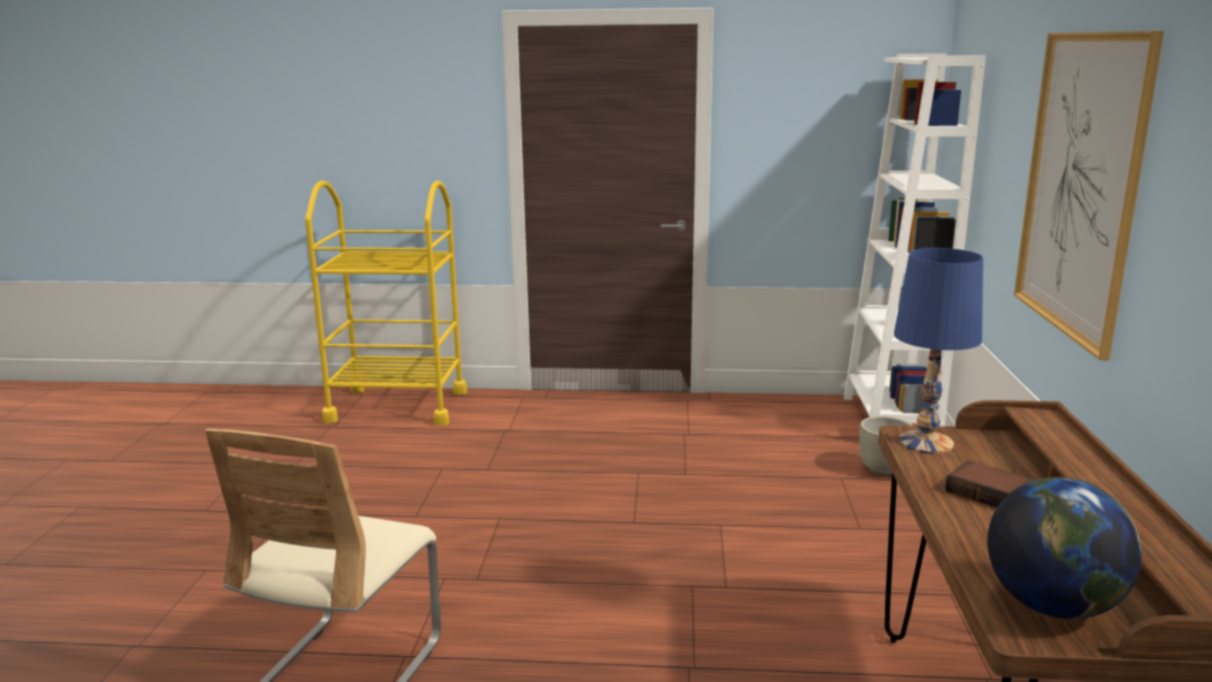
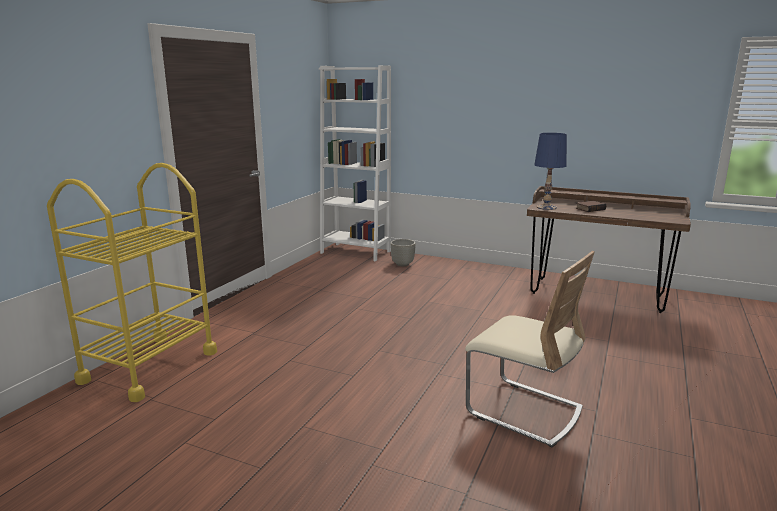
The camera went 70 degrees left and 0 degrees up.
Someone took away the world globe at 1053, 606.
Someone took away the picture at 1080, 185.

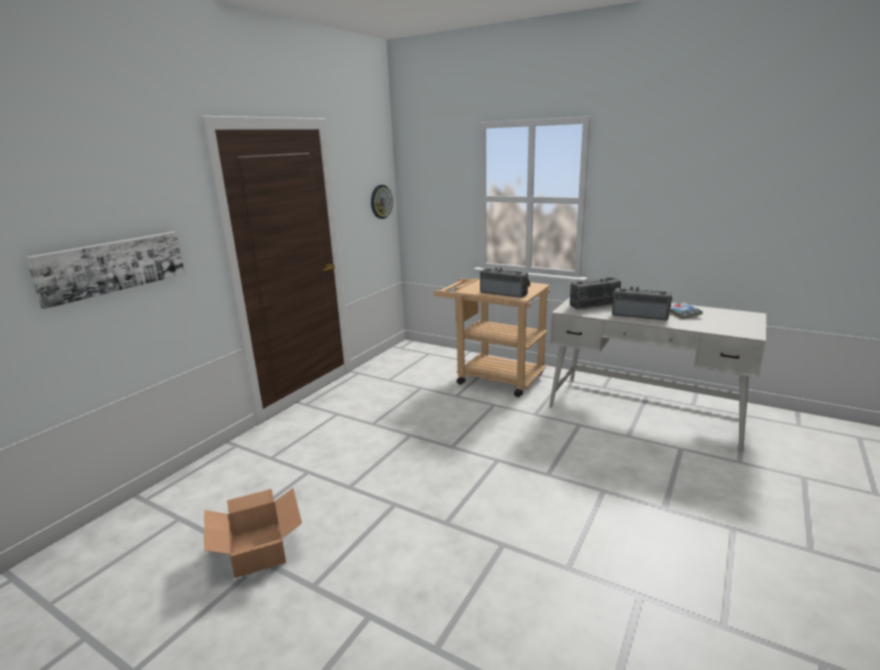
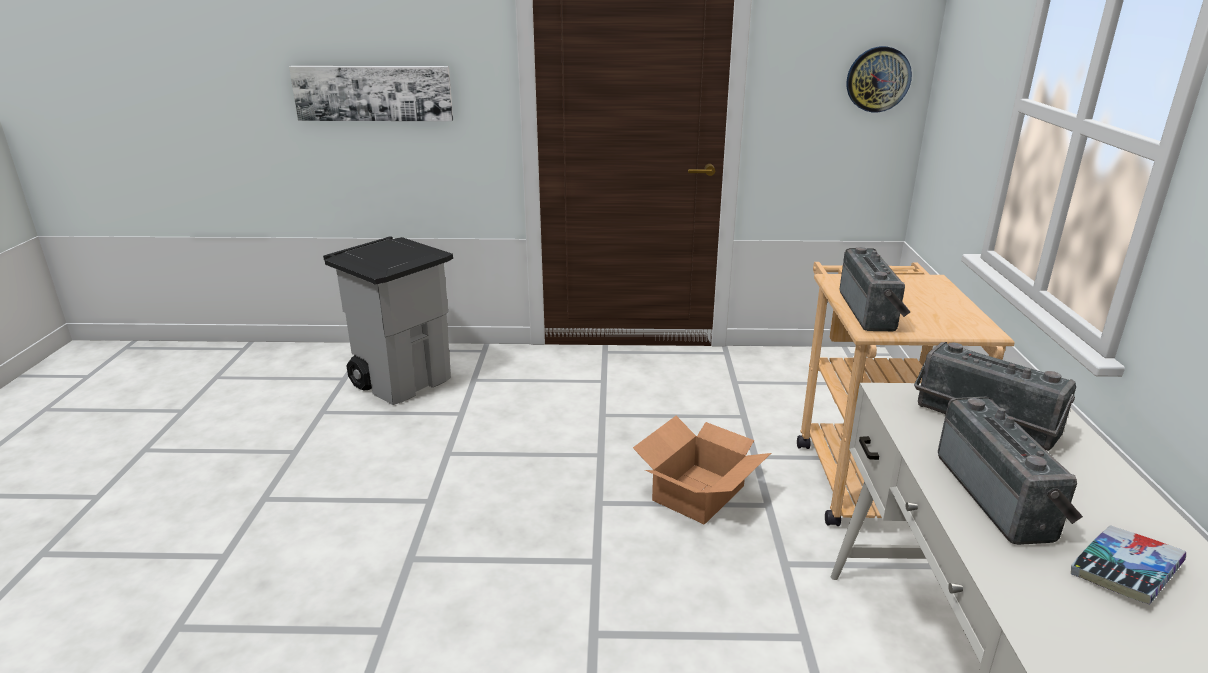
The camera went 60 degrees right and 5 degrees up.
Someone carried the packing box from 257, 550 to 697, 493.
Someone put down the waste bin (greyish) at 403, 381.

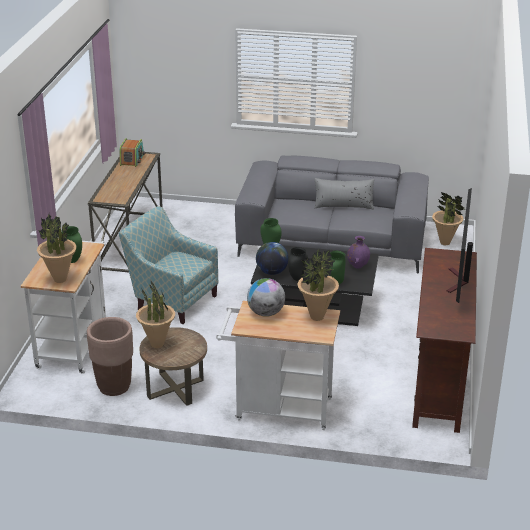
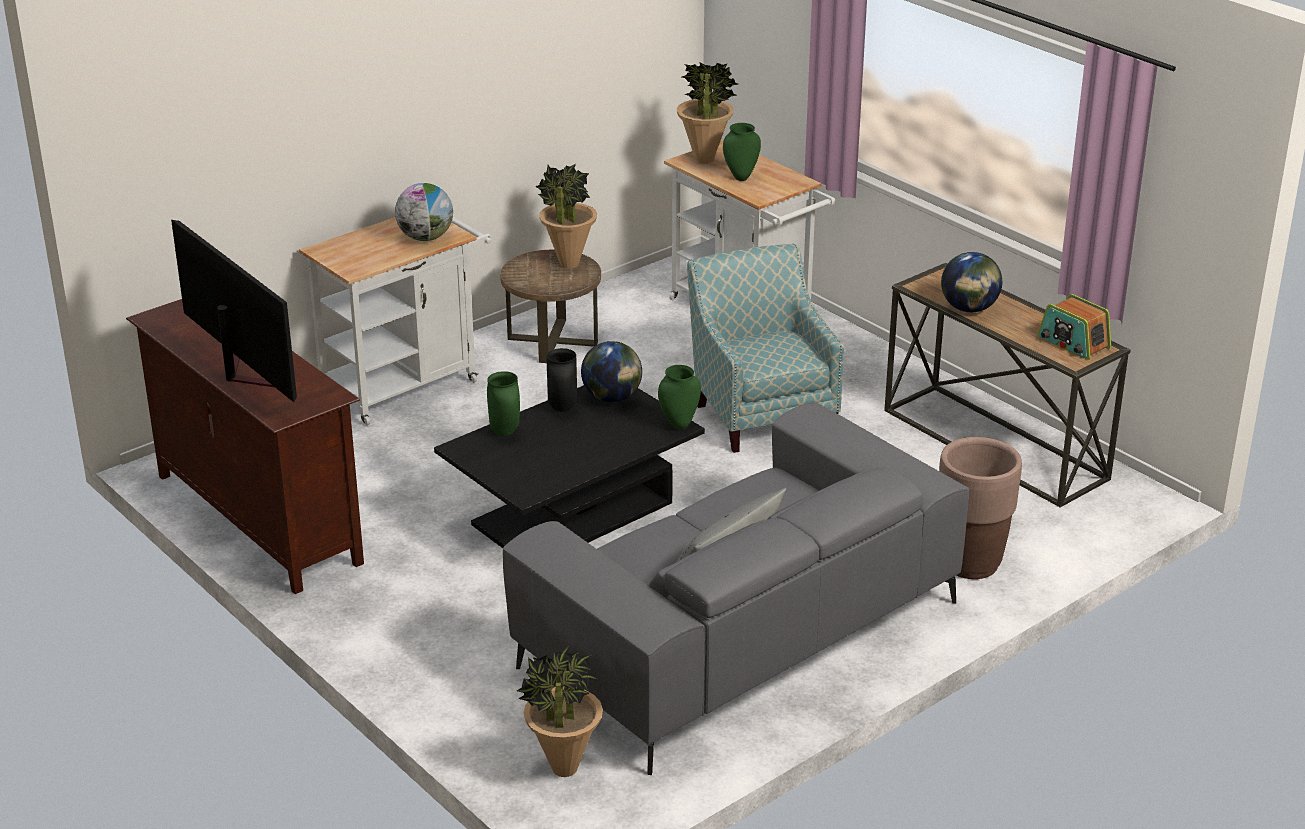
The camera went 130 degrees right and 0 degrees up.
Someone carried the flower pot (brown) from 114, 387 to 970, 564.
Someone rotated the lounge chair at 171, 299 by 90 degrees counterclockwise.
Someone took away the plant in a pot at 317, 317.
Someone took away the decorative vase (purple) at 357, 266.
Someone put down the world globe at 969, 309.

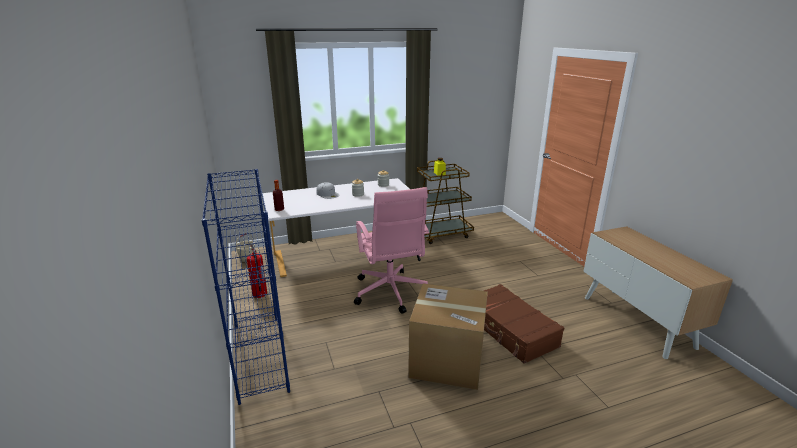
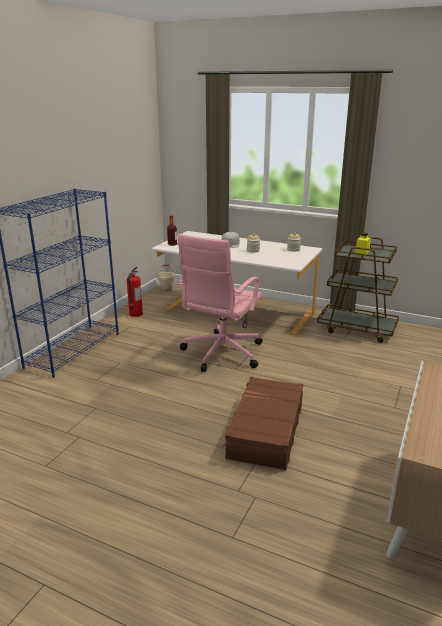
The camera went 45 degrees right and 0 degrees up.
Someone took away the packing box at 447, 360.

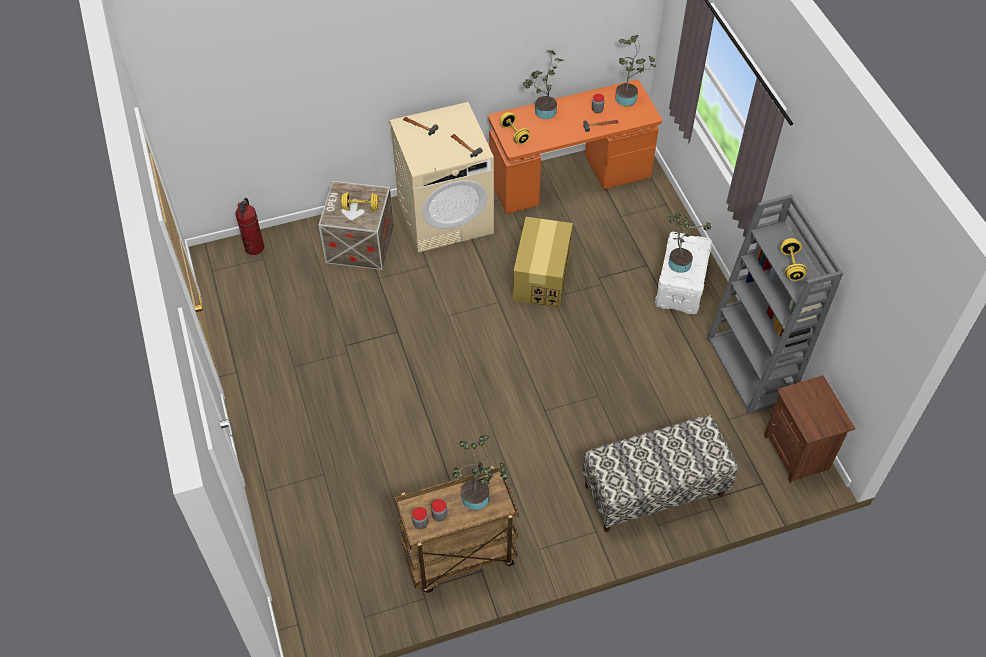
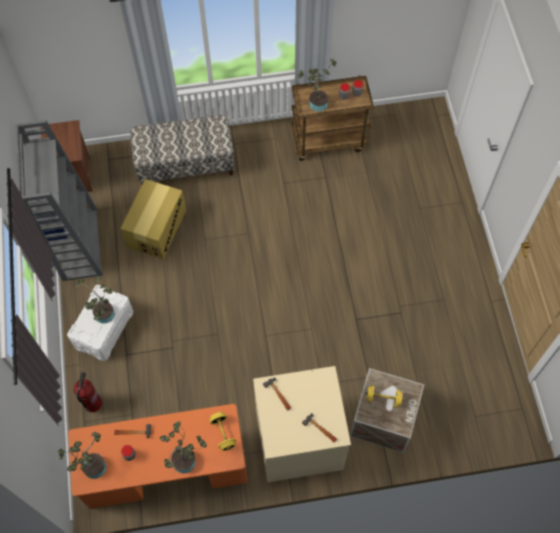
The camera went 170 degrees left and 10 degrees up.
Someone carried the extinguisher from 254, 248 to 93, 403.
Someone carried the packing box from 541, 277 to 157, 228.
Someone took away the dumbbell (yellowish) at 791, 266.

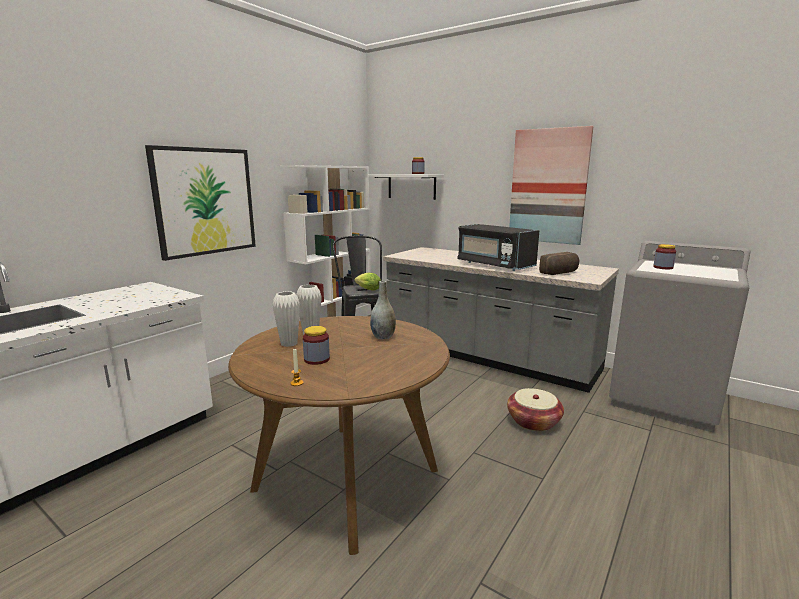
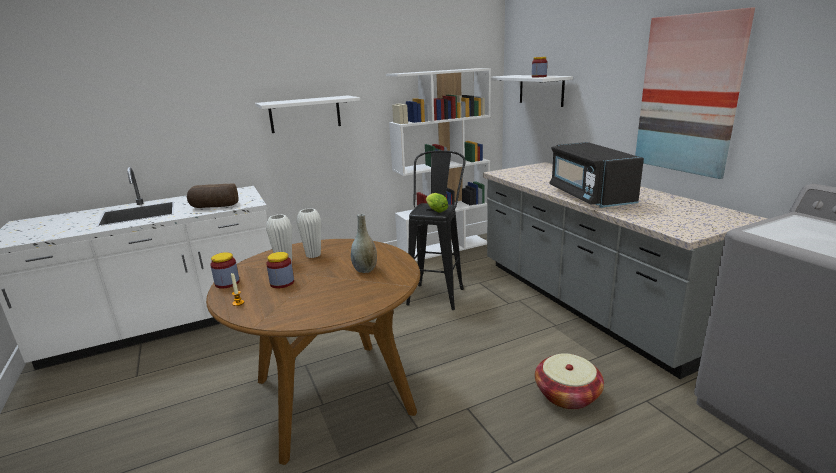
The camera went 30 degrees right and 5 degrees up.
Someone swapped the picture at 205, 201 for the wall shelf (white) at 305, 114.
Someone carried the bakery bread from 560, 273 to 214, 206.
Someone carried the storage jar from 663, 267 to 227, 283.

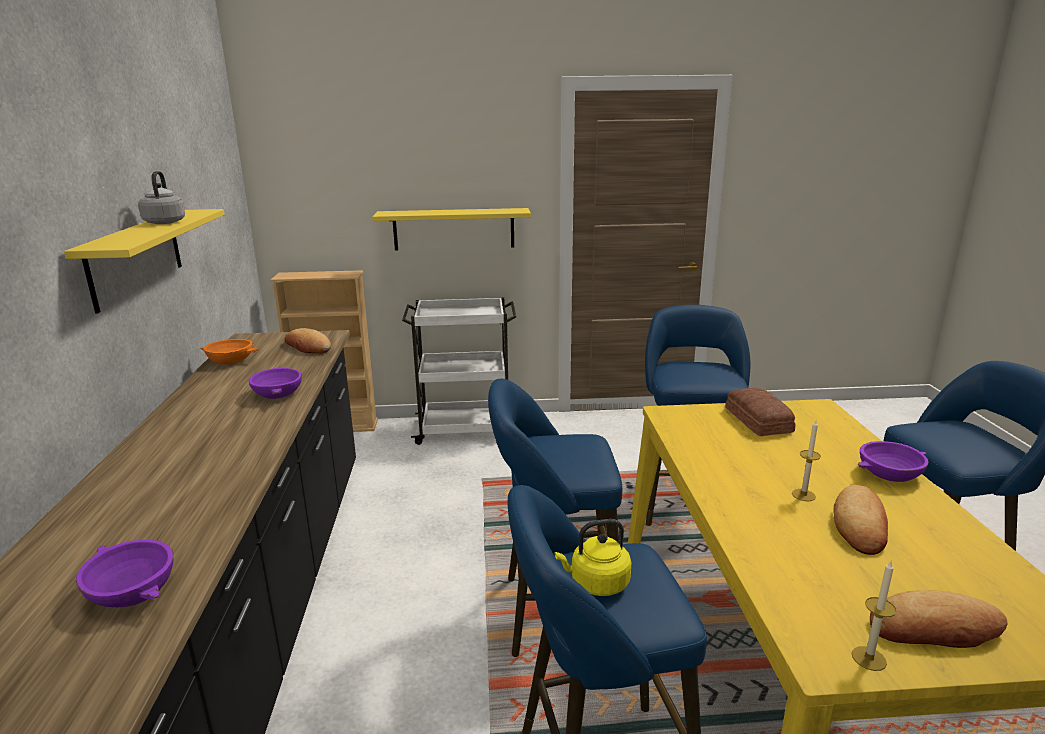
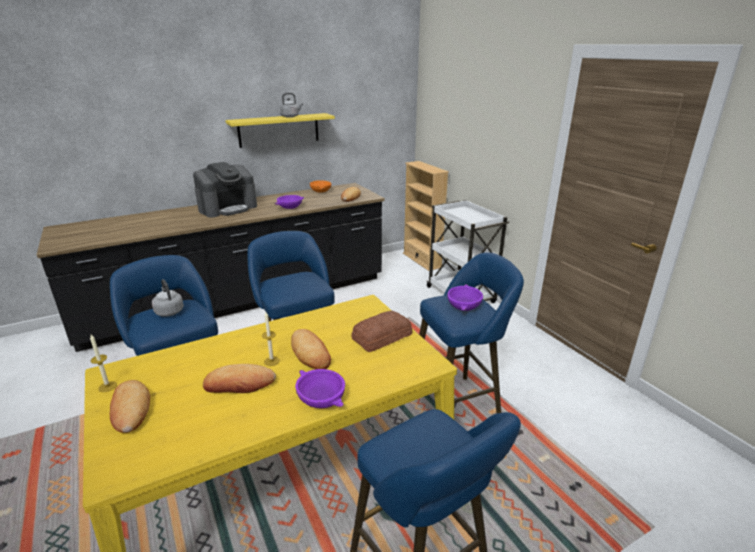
The camera went 65 degrees right and 5 degrees up.
Someone carried the deep dish (purple) from 134, 590 to 464, 306.
Someone took away the wall shelf (yellowish) at 454, 229.
Someone repainted the tea kettle (yellowish) at 596, 583, which became the tea kettle (greyish) at 169, 311.
Someone put down the coffee maker at 228, 208.
Someone put down the bakery bread at 310, 353.

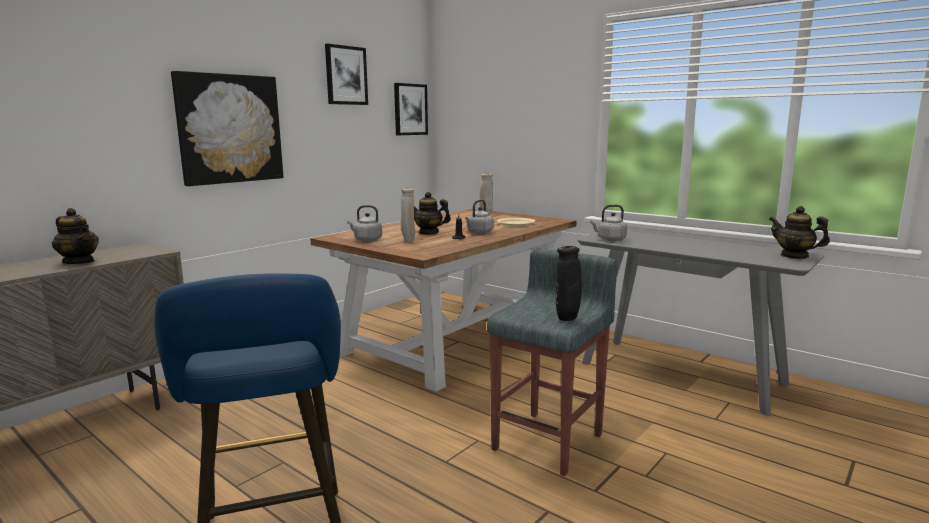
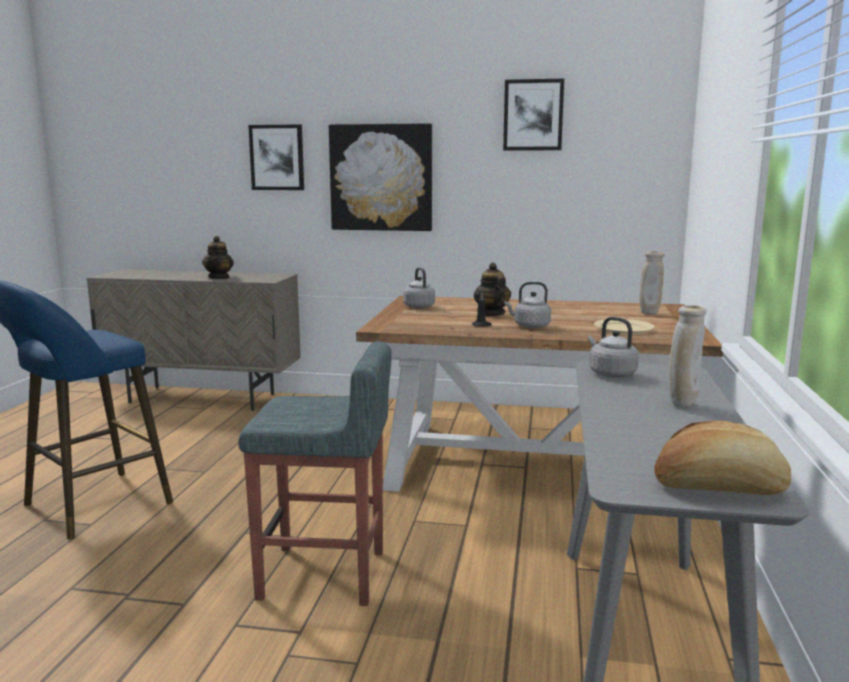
The camera went 60 degrees right and 0 degrees up.
Someone carried the picture from 410, 109 to 277, 157.
Someone carried the decorative vase (beige-coloured) from 408, 241 to 682, 405.
Someone took away the decorative vase (black-coloured) at 567, 320.
Someone swapped the pot for tea at 794, 256 for the bakery bread at 719, 488.

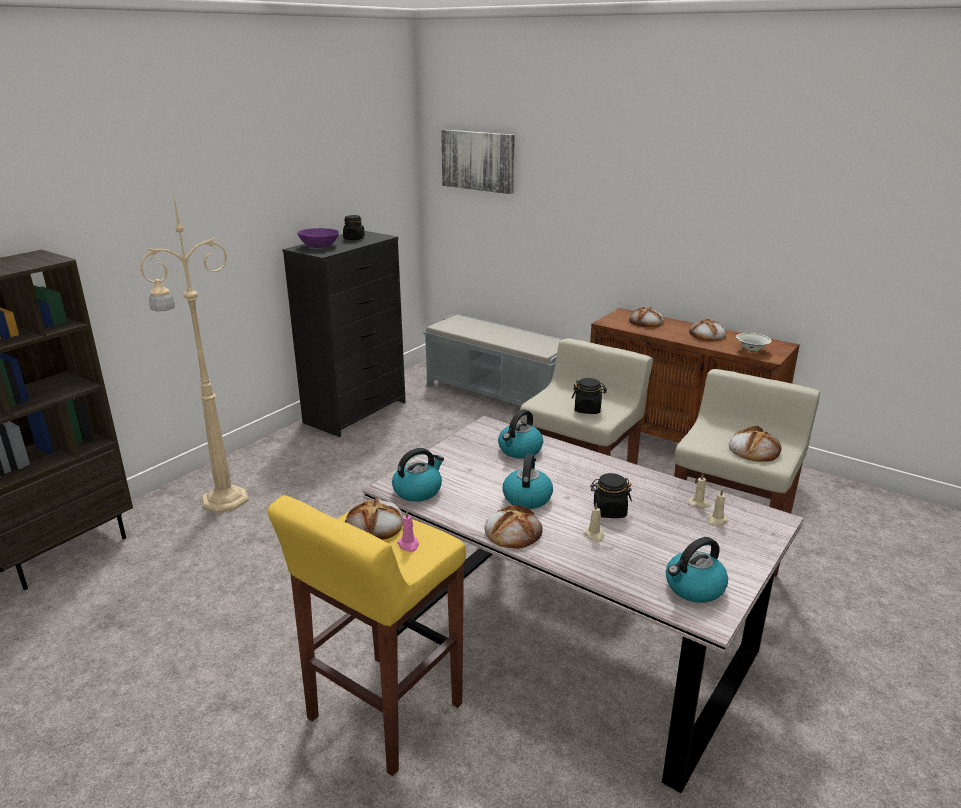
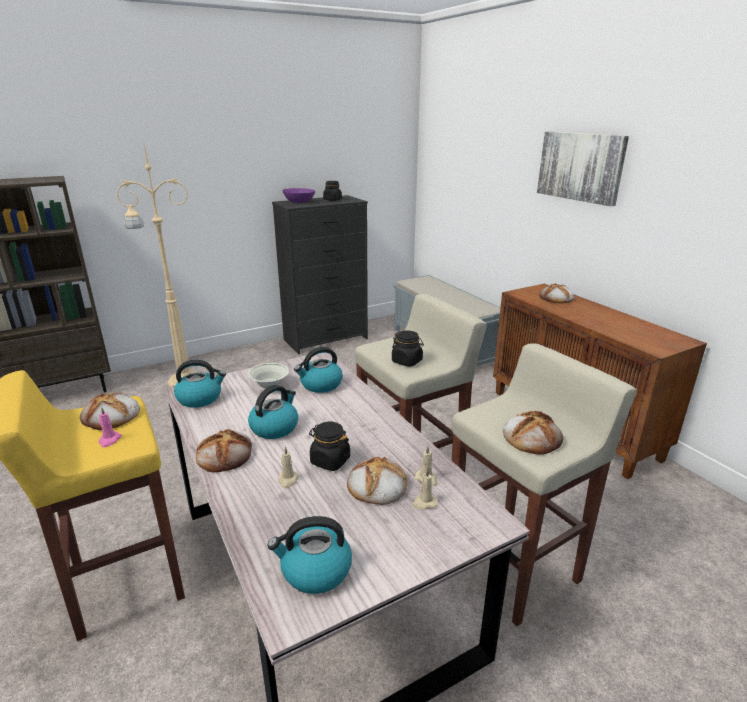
The camera went 25 degrees right and 0 degrees up.
Someone carried the picture from 478, 160 to 580, 166.
Someone carried the bakery bread from 707, 335 to 376, 485.
Someone carried the deep dish (white) from 751, 350 to 269, 386.

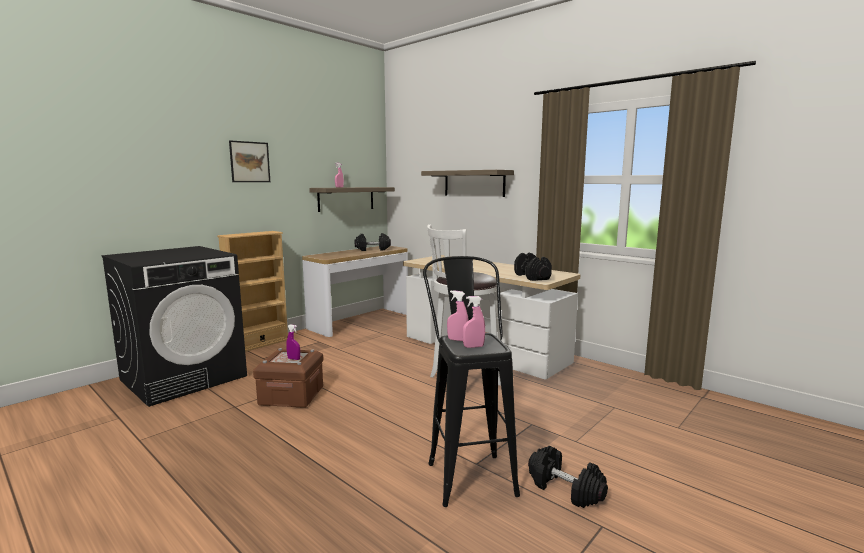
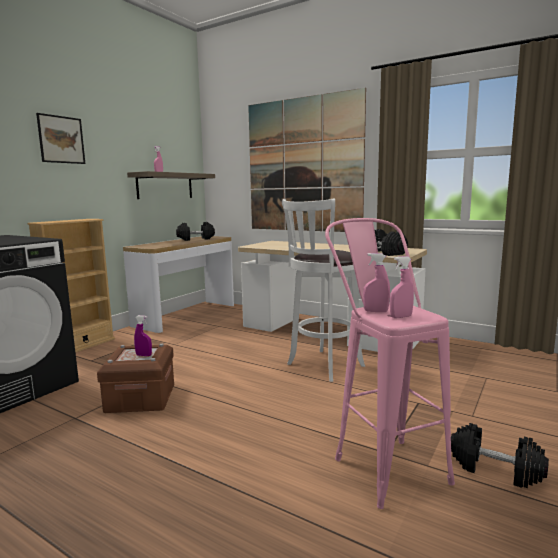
The camera went 10 degrees left and 0 degrees up.
Someone swapped the wall shelf at 474, 183 for the picture at 303, 165.
Someone repainted the stool seat (black-coloured) at 467, 470, which became the stool seat (pink) at 381, 461.

